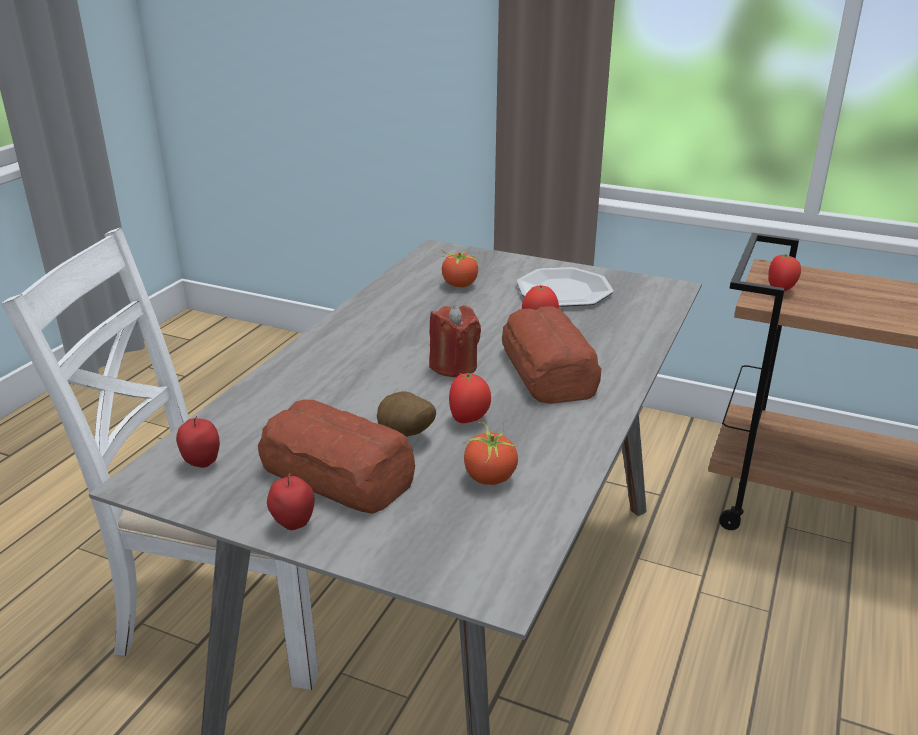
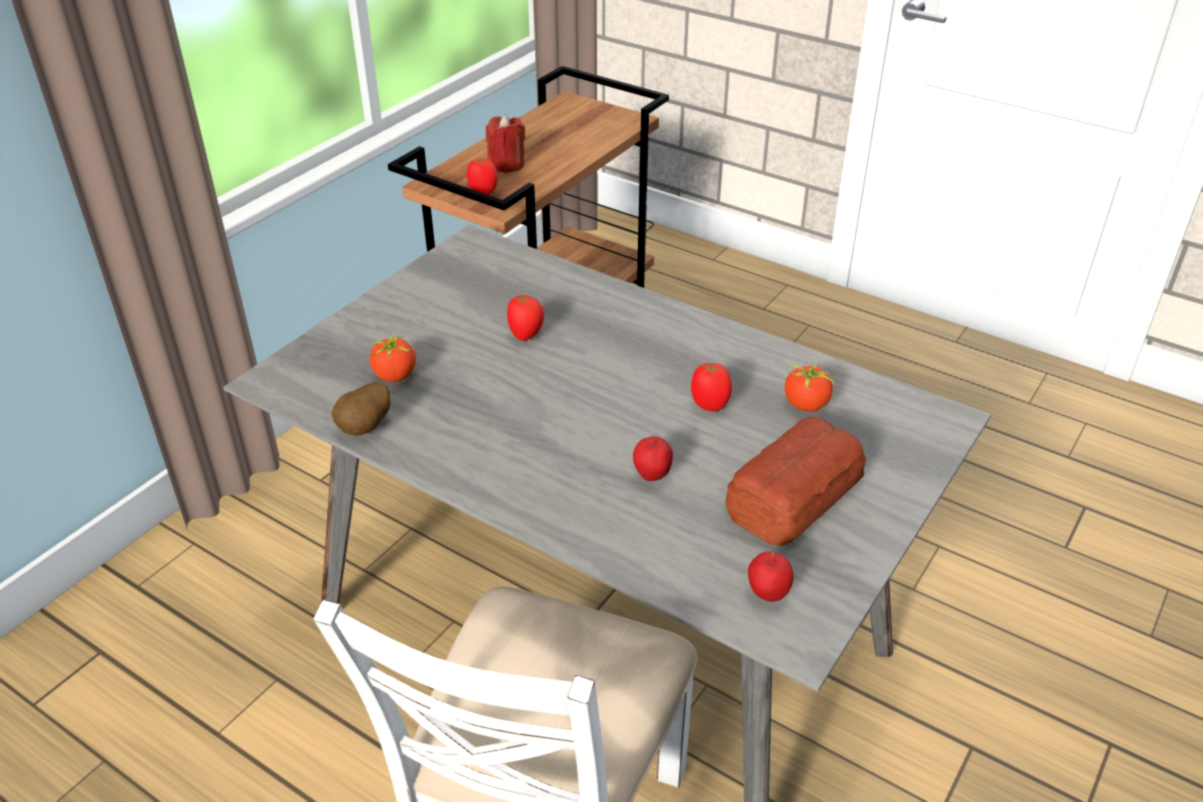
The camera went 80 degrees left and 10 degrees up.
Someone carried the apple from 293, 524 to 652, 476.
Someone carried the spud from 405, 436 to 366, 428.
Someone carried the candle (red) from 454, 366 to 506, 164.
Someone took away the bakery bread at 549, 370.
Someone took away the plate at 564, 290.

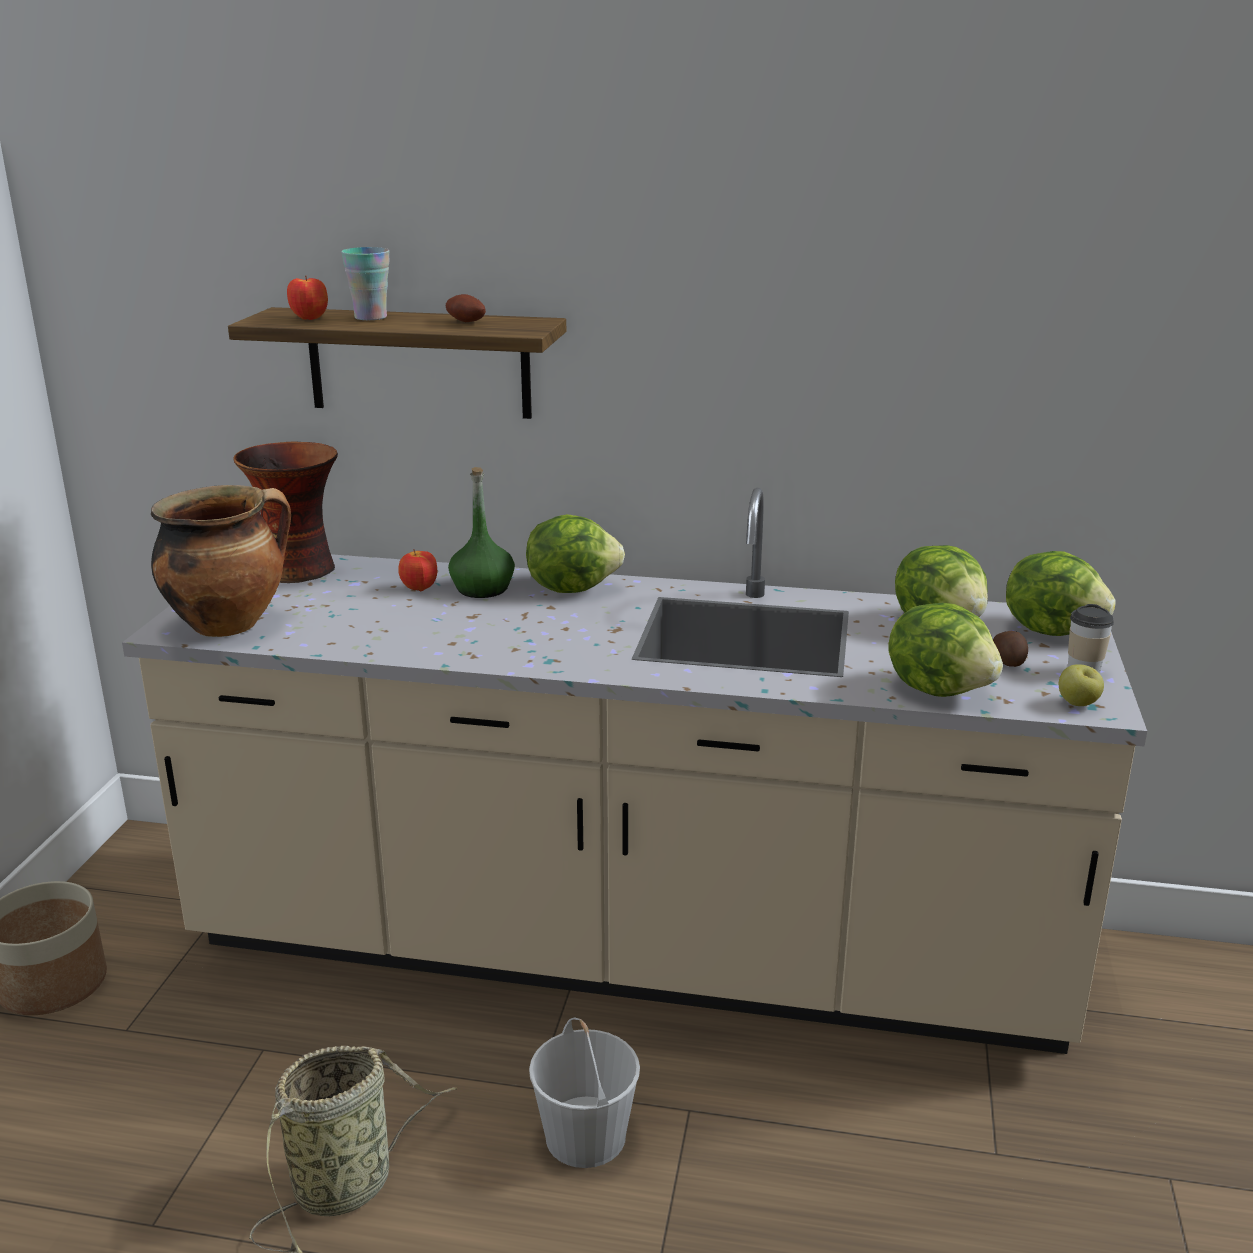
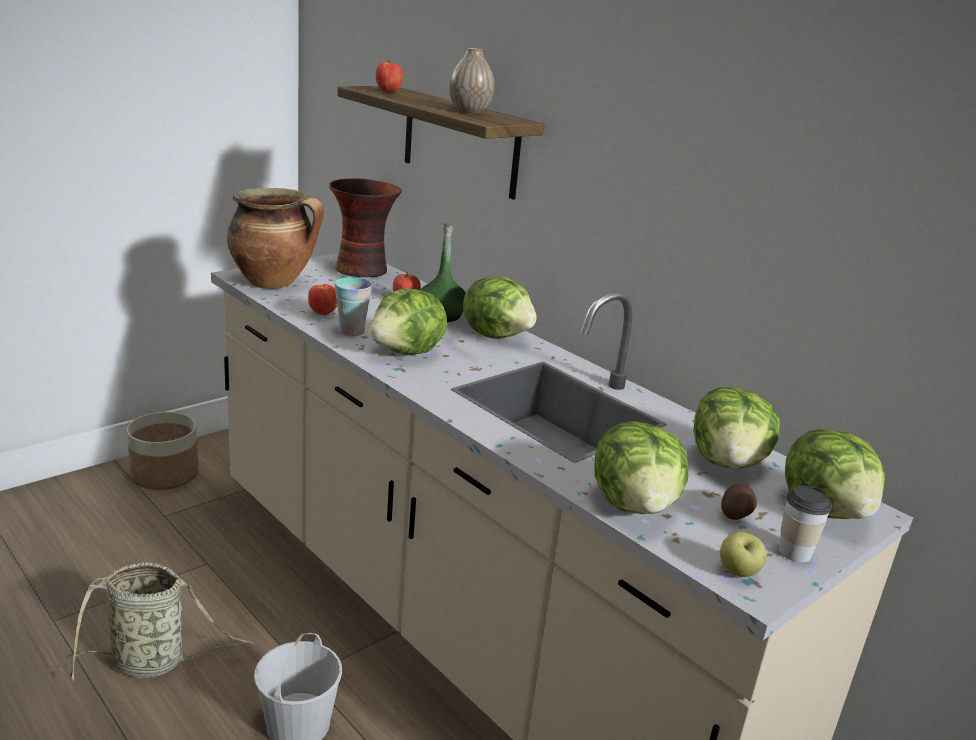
The camera went 35 degrees right and 0 degrees up.
Someone carried the small cup from 370, 317 to 352, 331.
Someone swapped the spud at 465, 322 for the decorative vase at 469, 111.
Someone put down the apple at 323, 314.
Someone put down the head of lettuce at 408, 352.

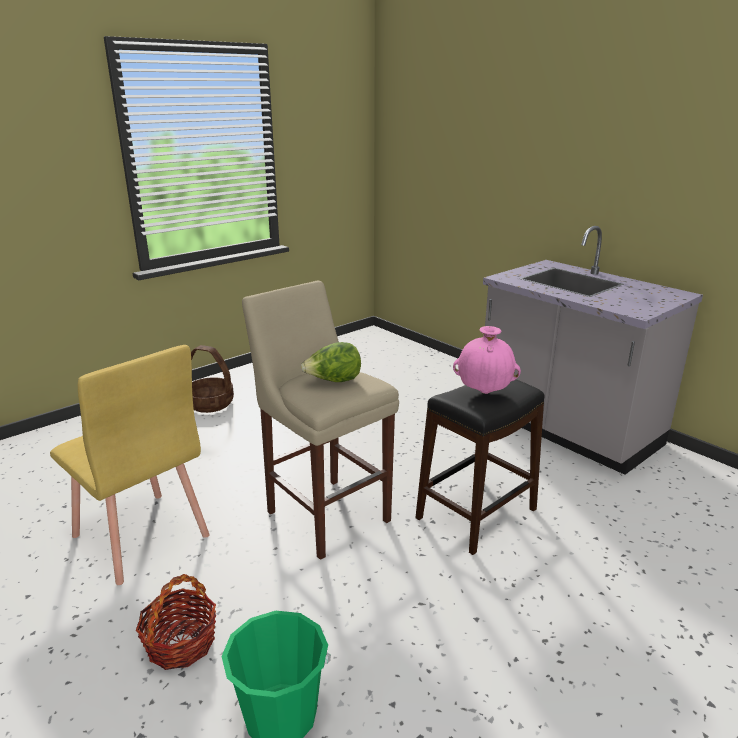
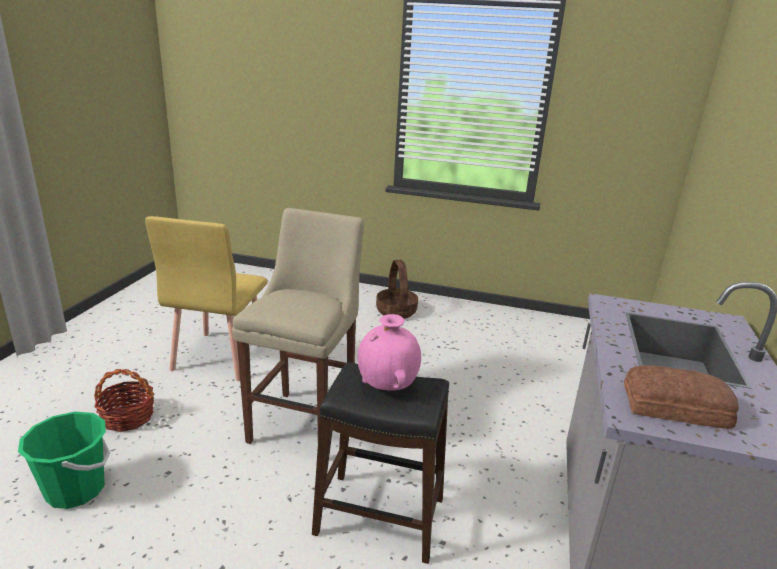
The camera went 55 degrees right and 0 degrees up.
Someone took away the head of lettuce at 333, 381.
Someone put down the bakery bread at 676, 408.

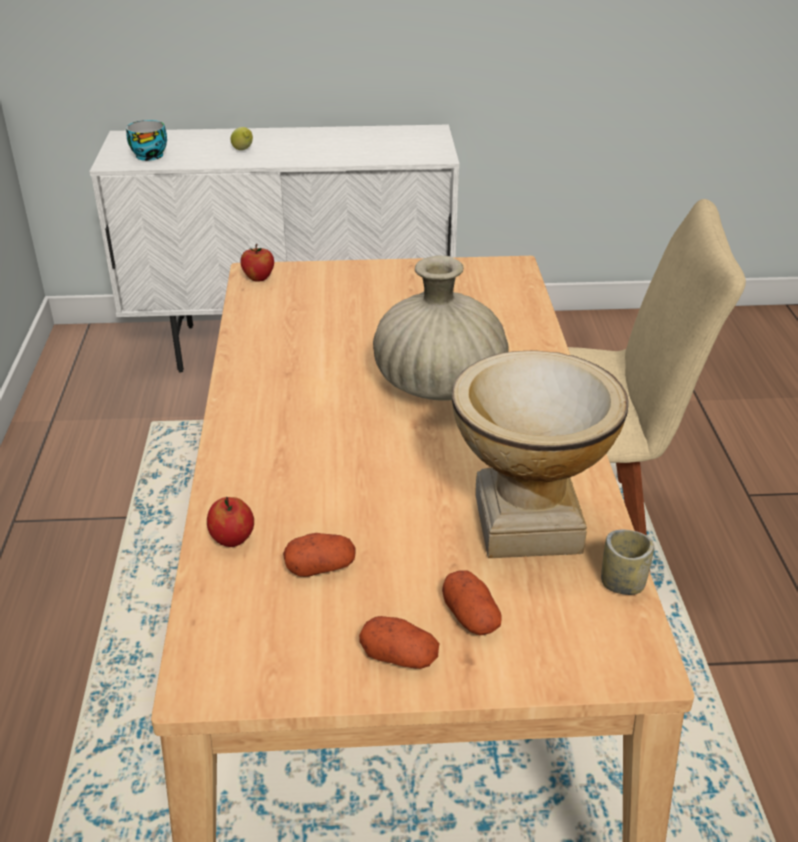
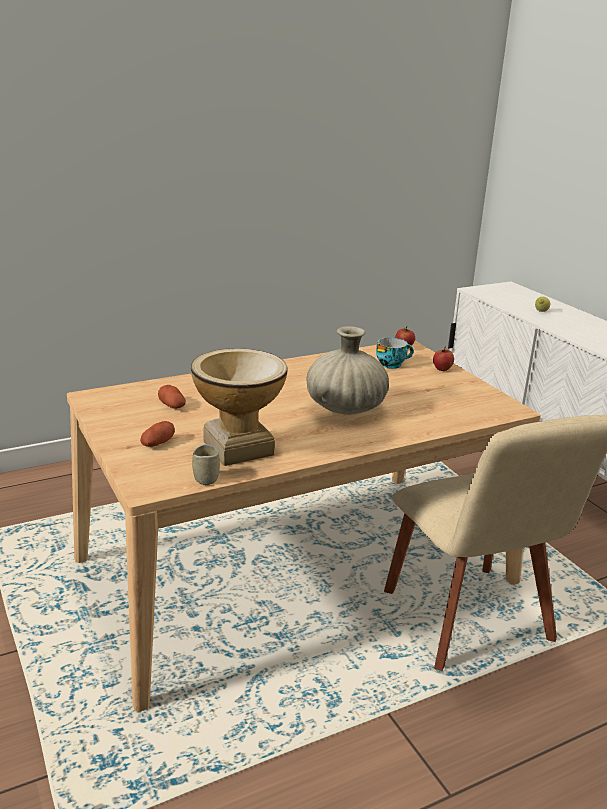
The camera went 65 degrees right and 10 degrees down.
Someone carried the small cup from 150, 155 to 391, 364.
Someone carried the apple from 232, 539 to 442, 369.
Someone took away the spud at 399, 656.

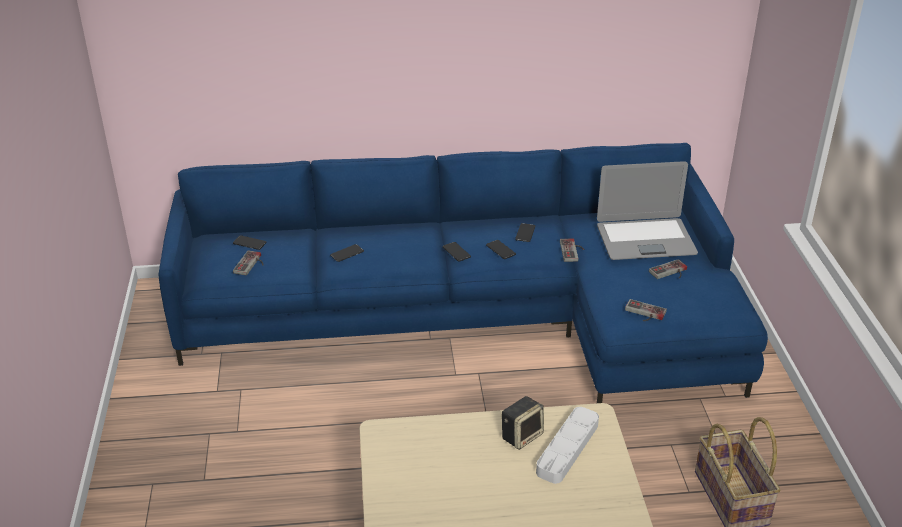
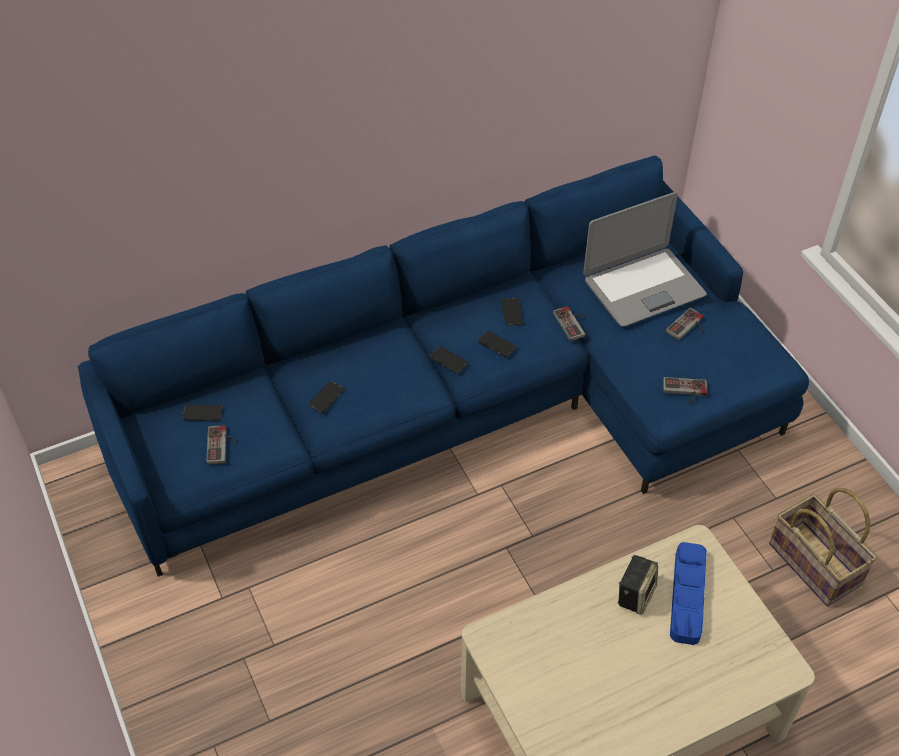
The camera went 20 degrees left and 15 degrees up.
Someone repainted the serving tray (greyish) at 567, 448, which became the serving tray (blue) at 687, 596.

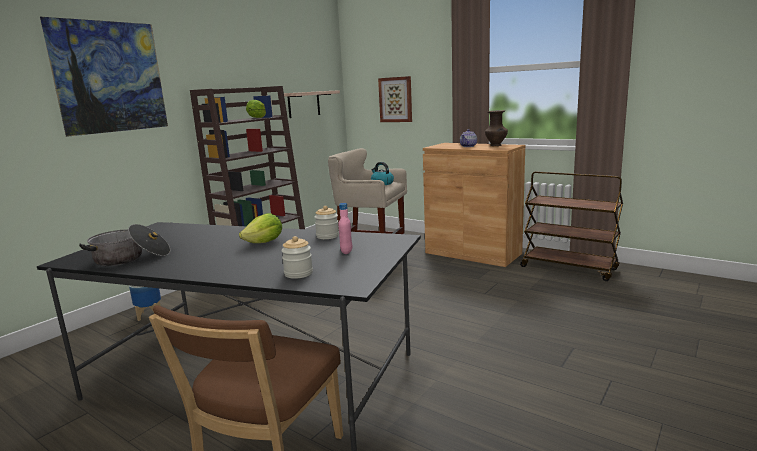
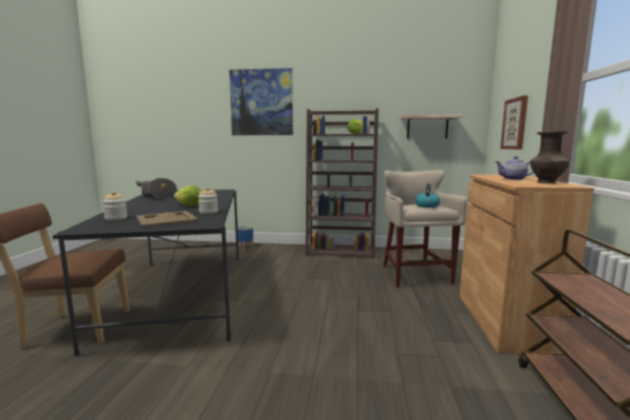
The camera went 60 degrees right and 5 degrees down.
Someone swapped the drink bottle (pink) at 346, 252 for the serving tray (beige-coloured) at 166, 219.

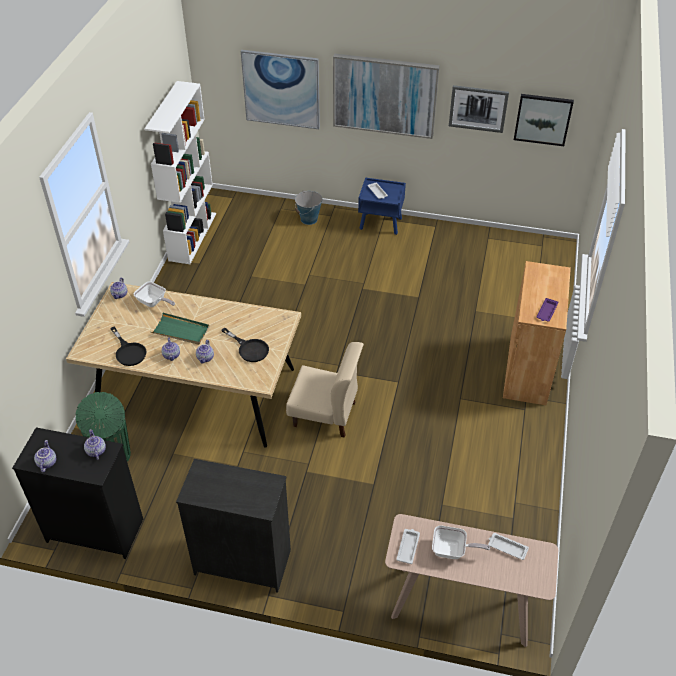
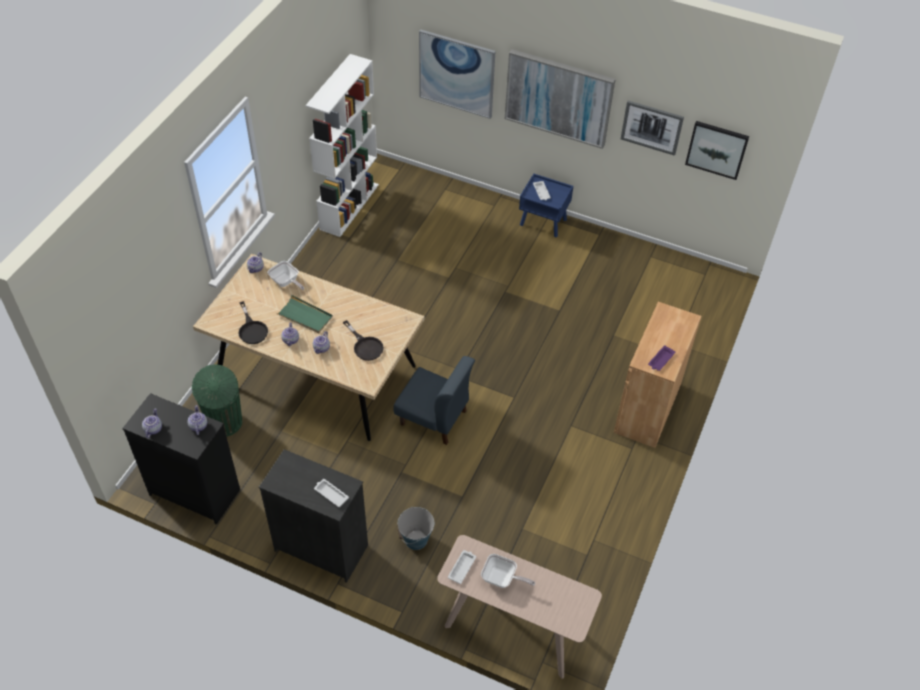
The camera went 10 degrees right and 5 degrees up.
Someone repainted the chair (beige-coloured) at 325, 414, which became the chair (blue) at 434, 418.
Someone carried the bucket from 309, 219 to 416, 540.
Someone carried the serving tray (white) from 507, 547 to 331, 494.

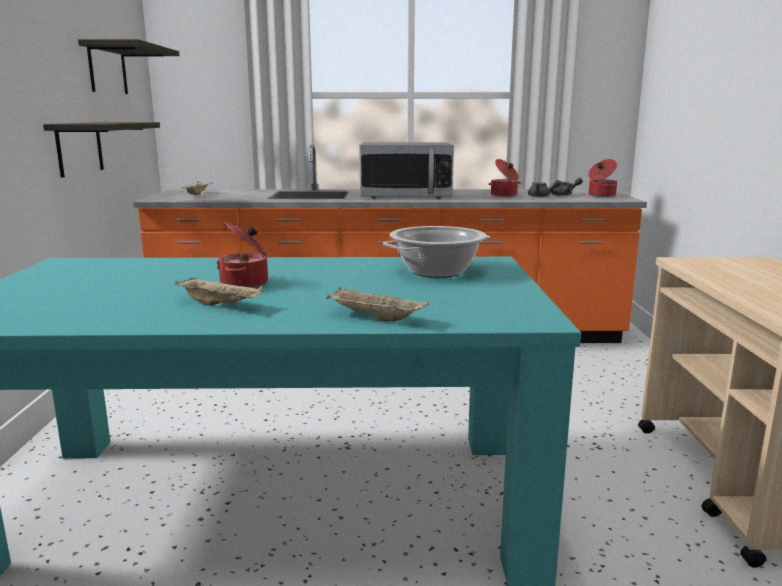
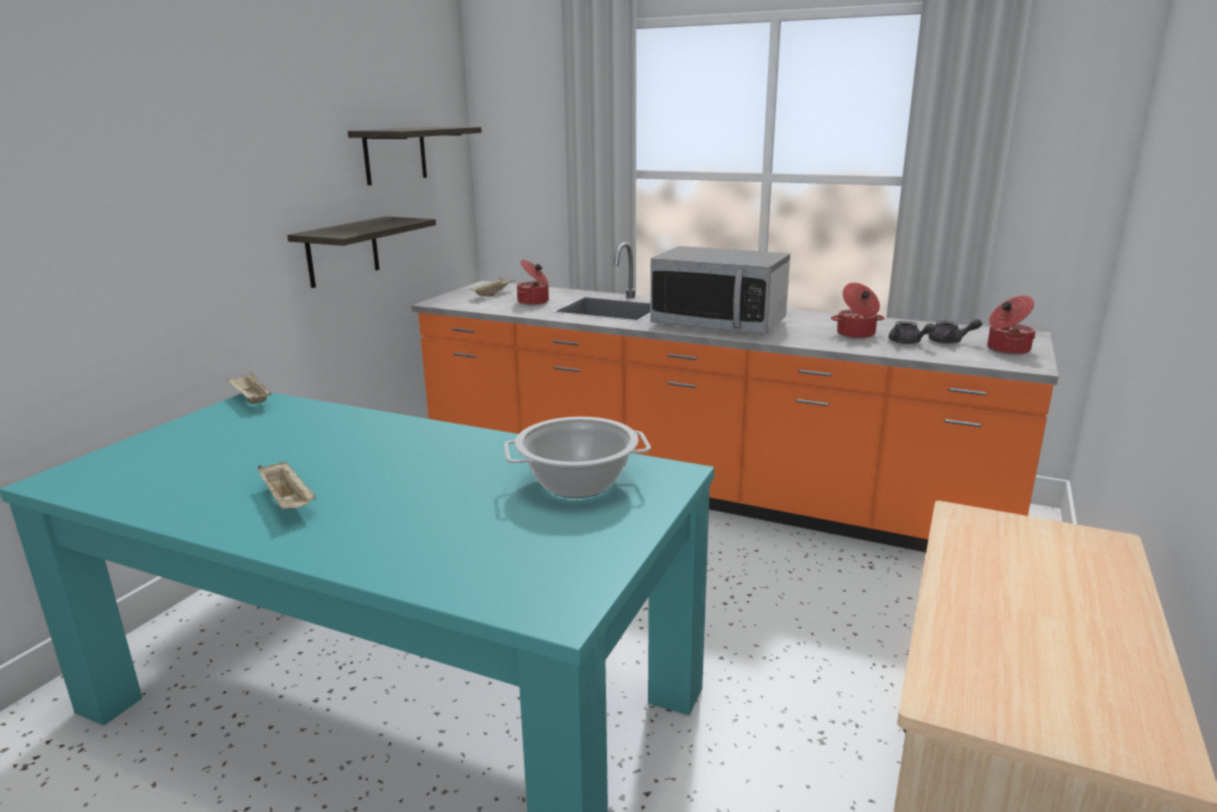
The camera went 25 degrees right and 5 degrees up.
Someone carried the stockpot from 246, 283 to 534, 302.
Someone carried the serving tray (beige-coloured) from 373, 318 to 251, 399.

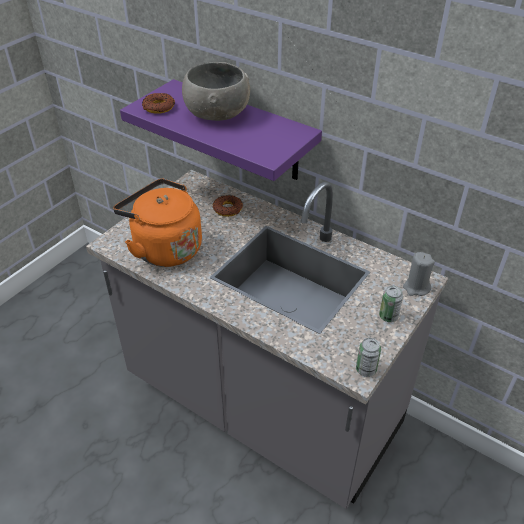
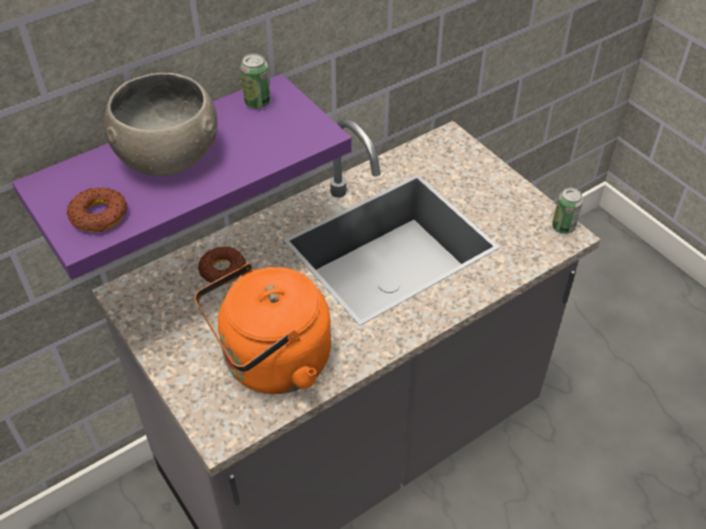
The camera went 70 degrees left and 5 degrees up.
Someone carried the metal can from 388, 316 to 257, 102.
Someone took away the candle (greyish) at 416, 287.

